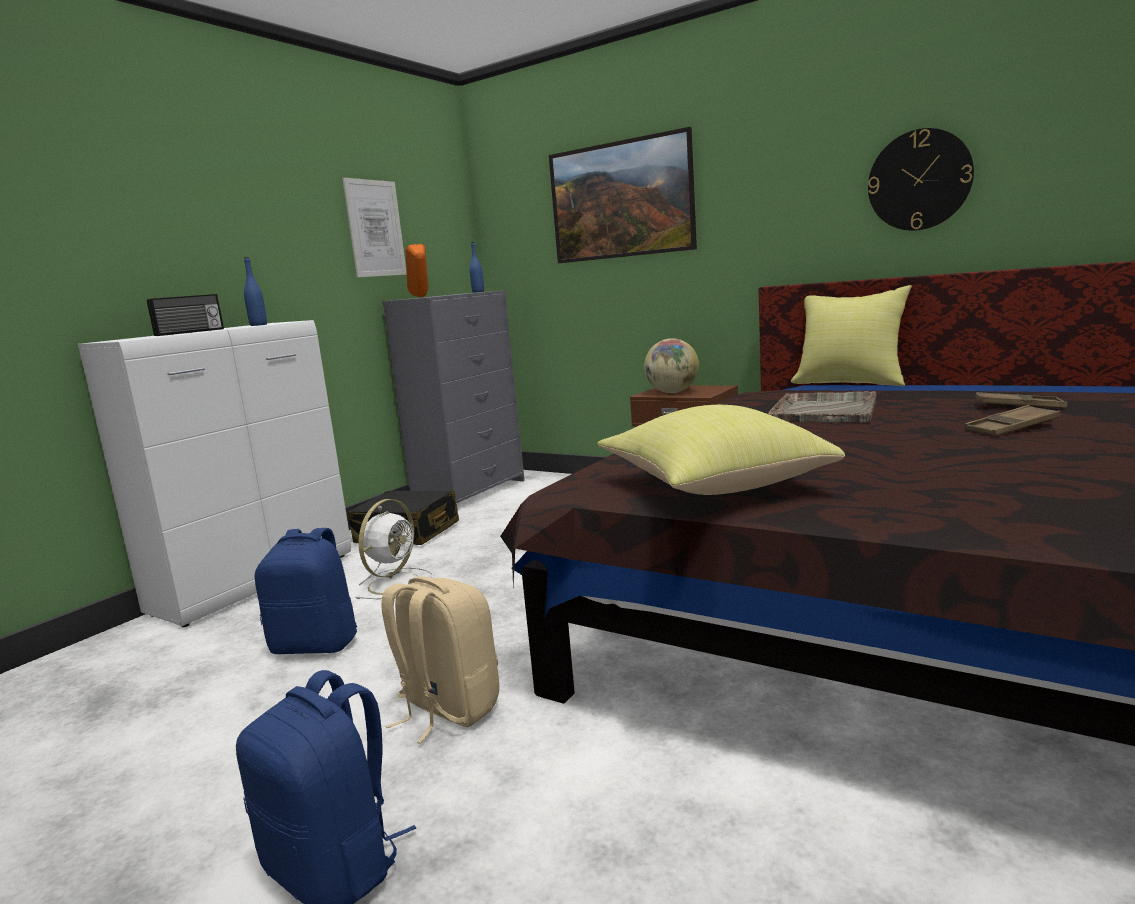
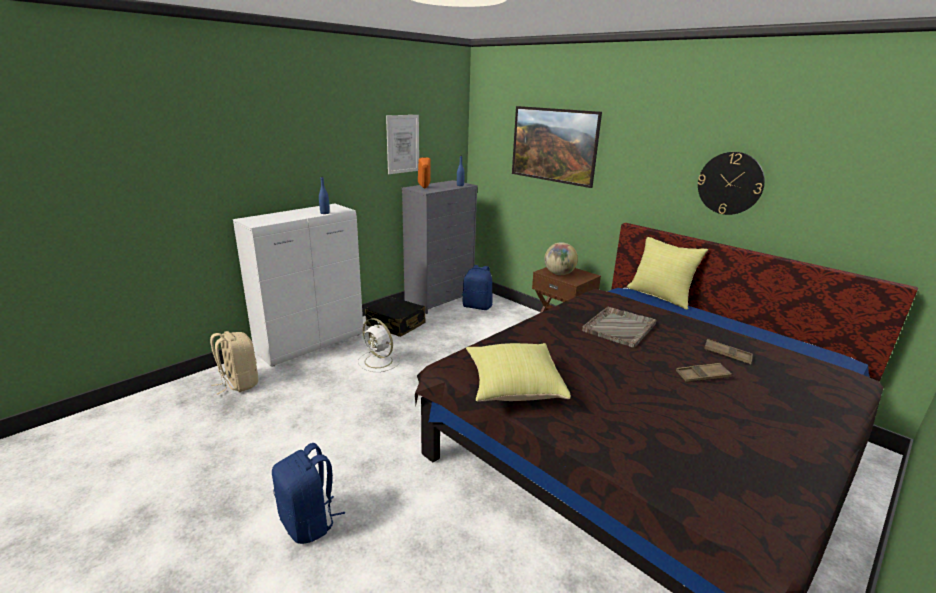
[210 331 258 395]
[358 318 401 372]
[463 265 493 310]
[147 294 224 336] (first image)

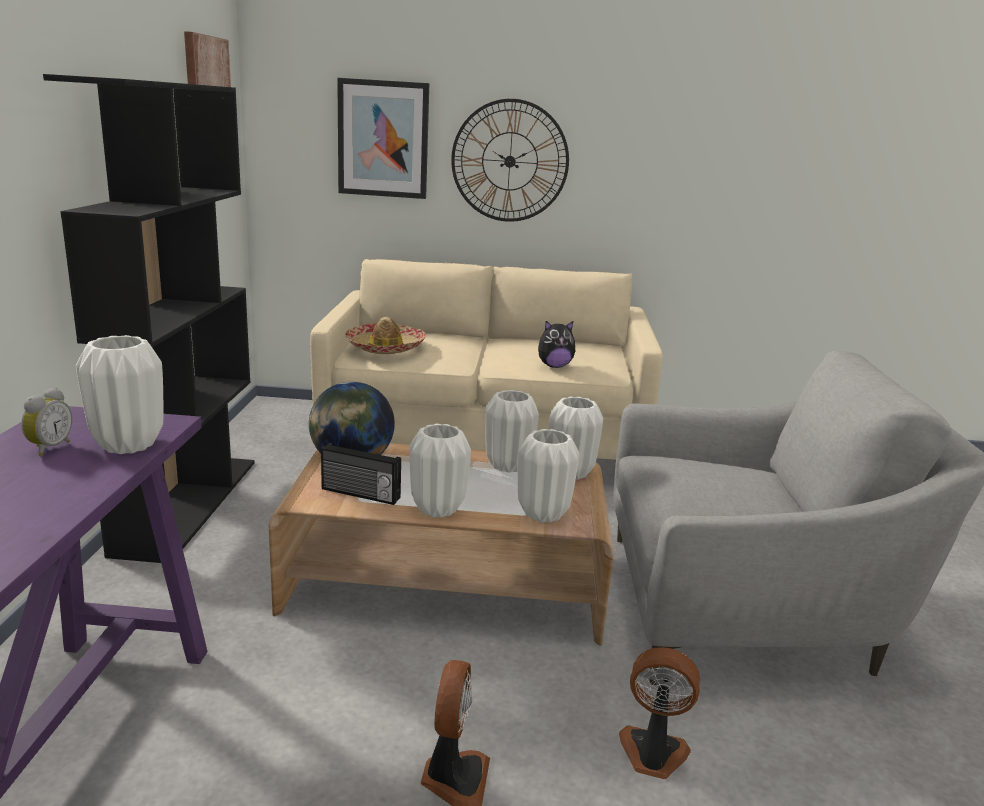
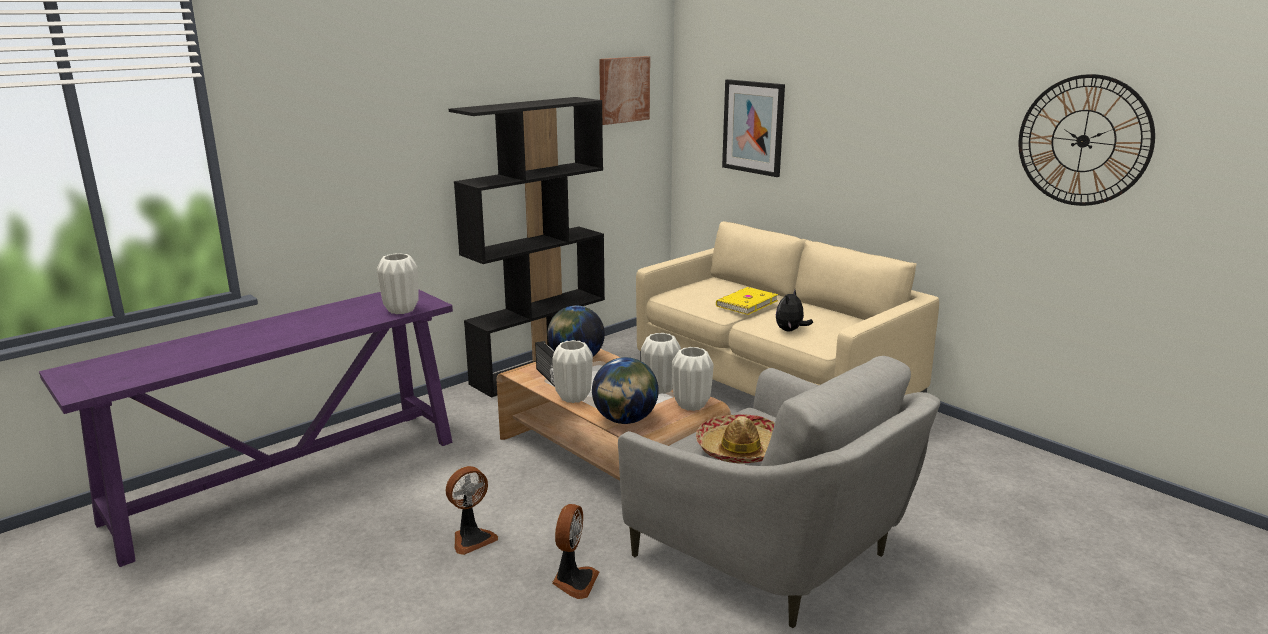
[552 504 599 599]
[592 357 659 424]
[696 414 775 463]
[716 287 778 315]
[776 290 813 331]
[1019 74 1155 206]
[21 388 72 456] (first image)

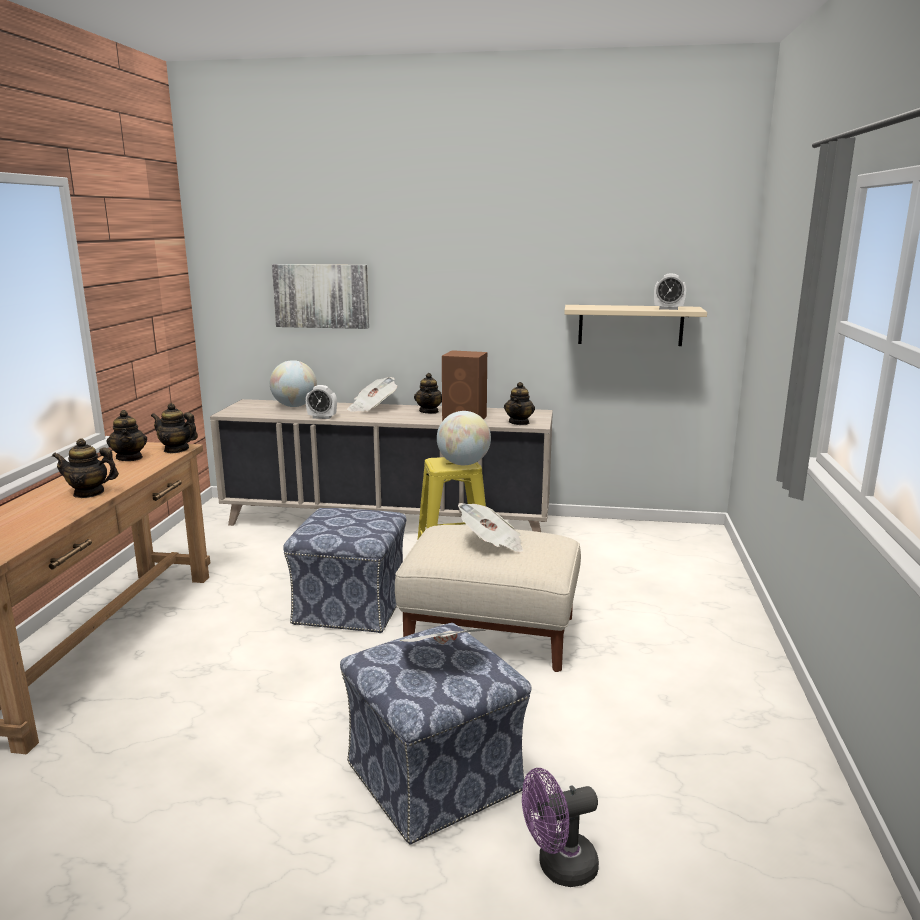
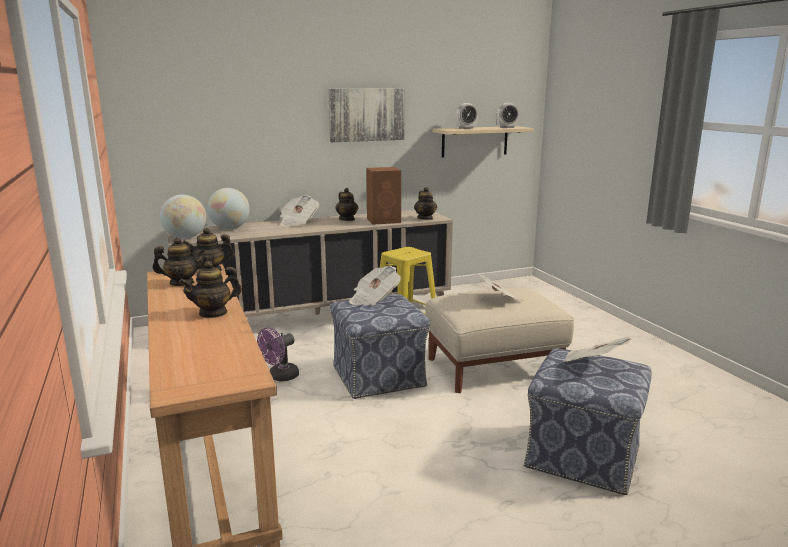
[152 237 205 286]
[160 195 206 239]
[257 327 299 381]
[328 88 405 142]
[349 266 401 306]
[455 103 478 129]

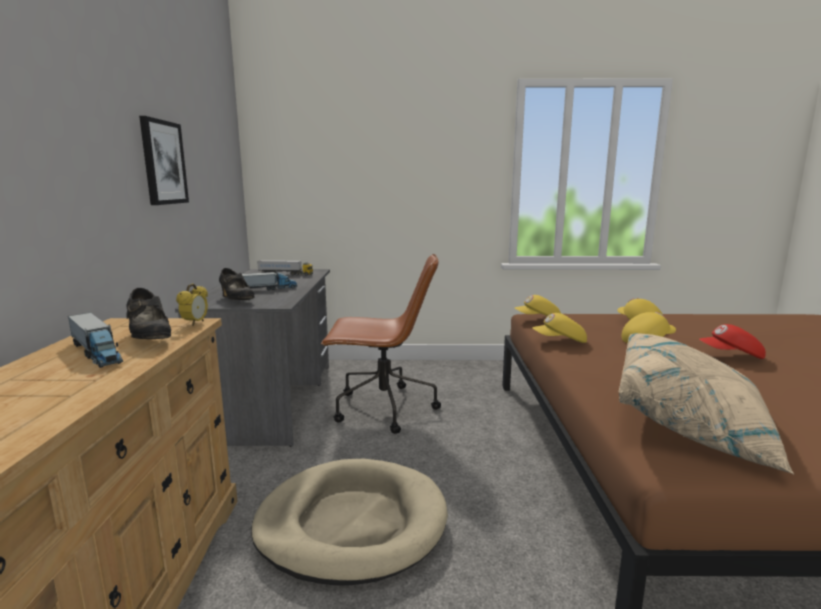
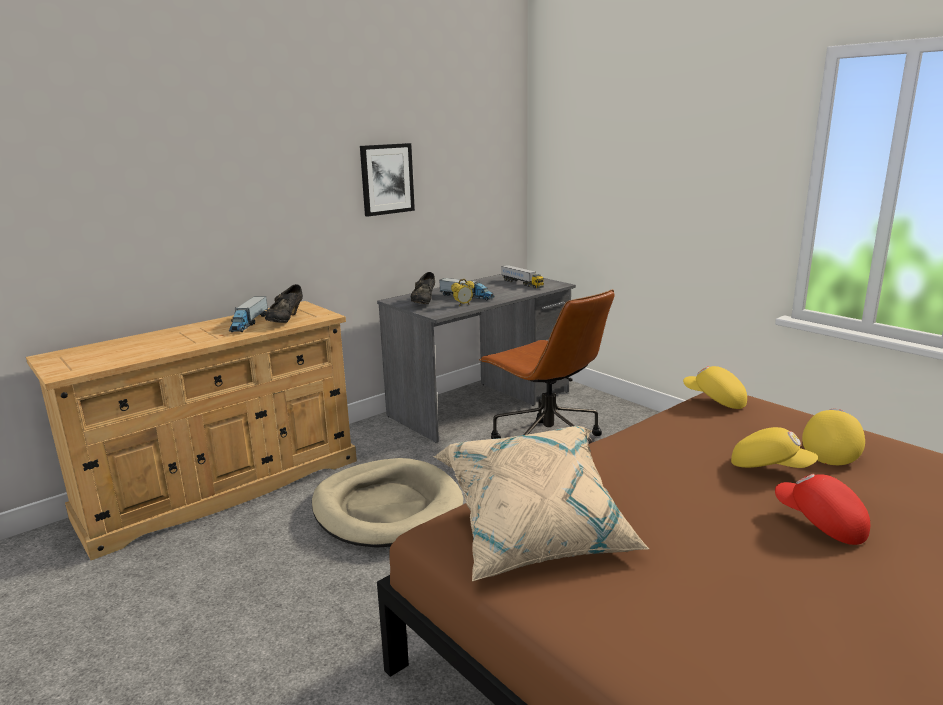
[451 279 474 306]
[532 313 587 343] (first image)

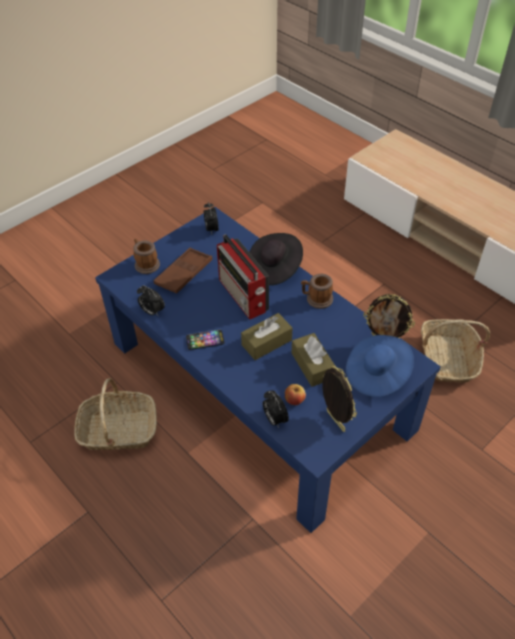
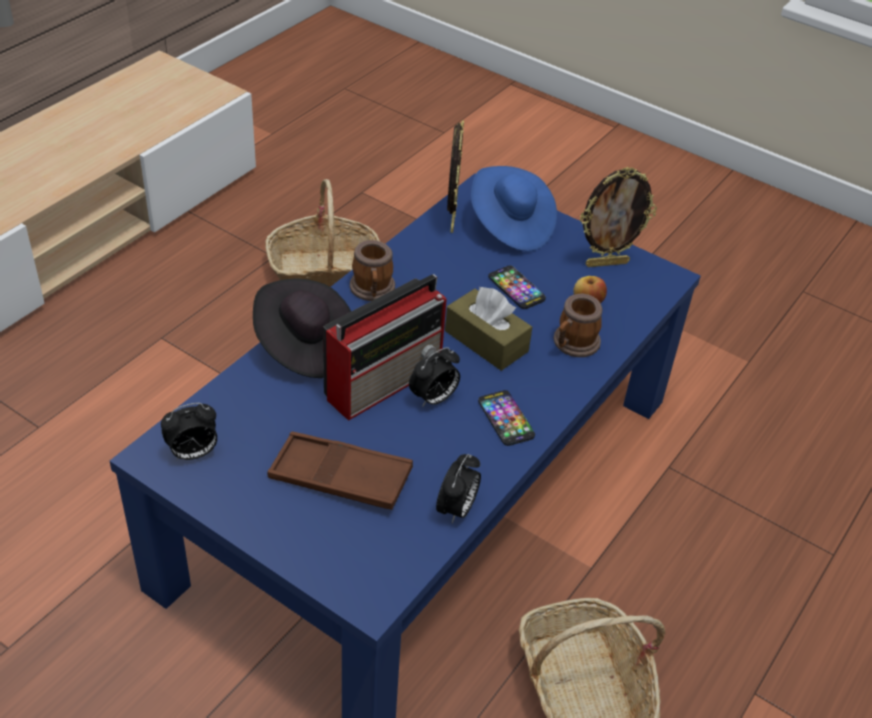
[409 347 460 408]
[488 265 546 309]
[554 294 602 357]
[580 167 657 267]

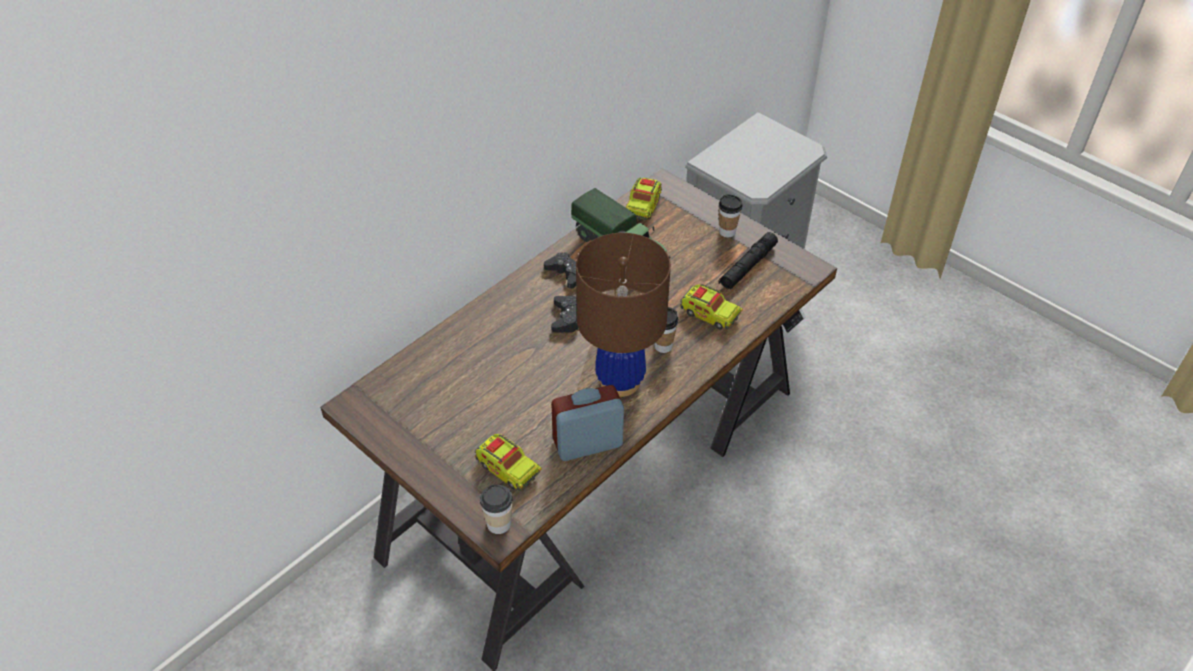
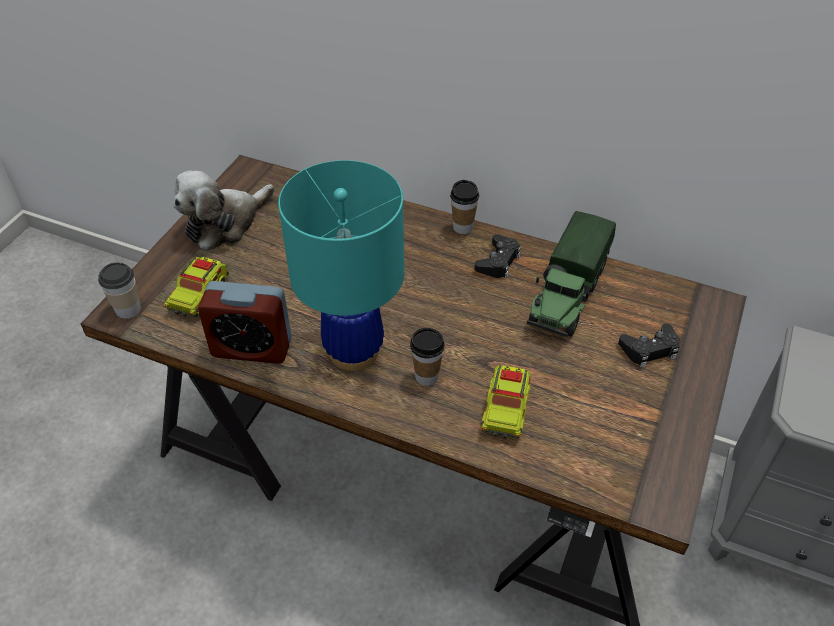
[173 171 274 251]
[198 281 292 364]
[278 160 404 371]
[450 180 479 234]
[618 323 680 368]
[626 178 662 220] (first image)
[719 232 778 290] (first image)

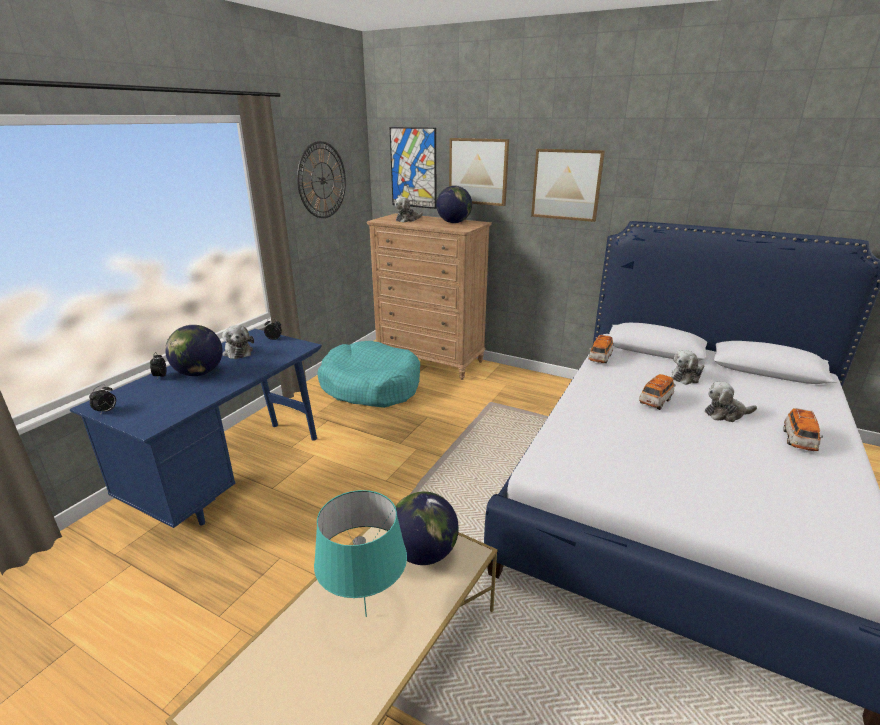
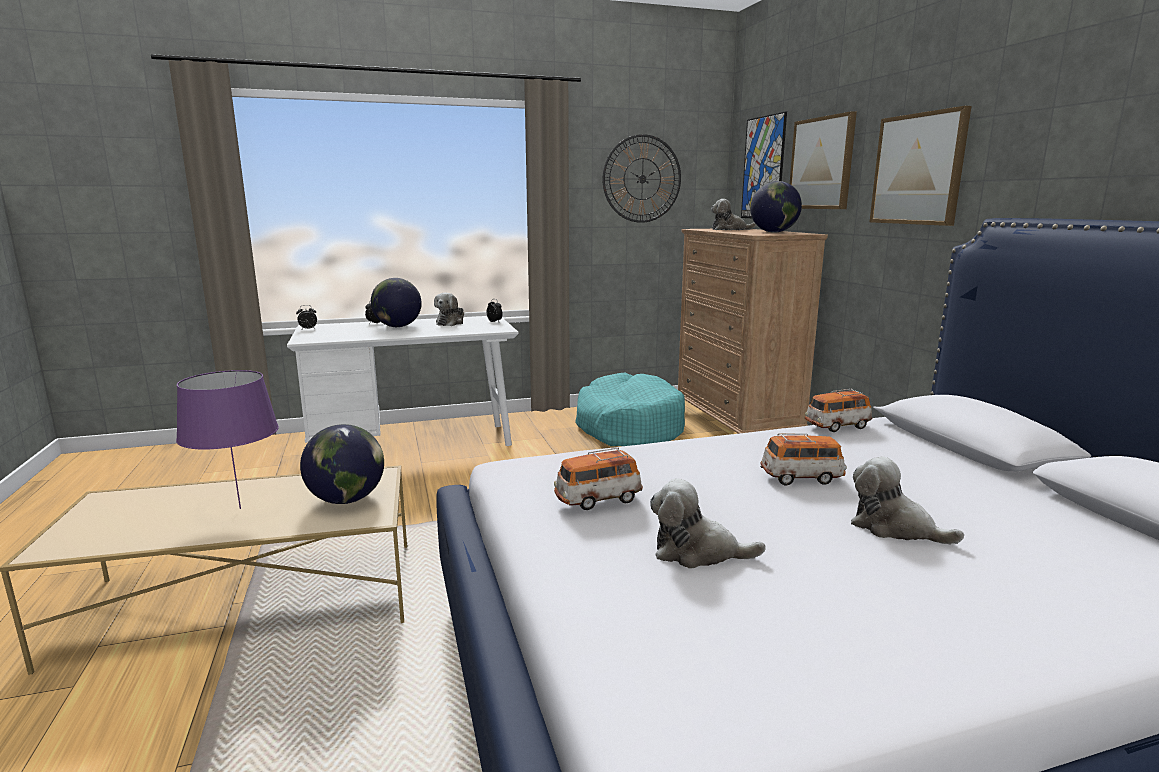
[176 370 279 509]
[287 316 519 446]
[554 448 643 510]
[650 479 766 568]

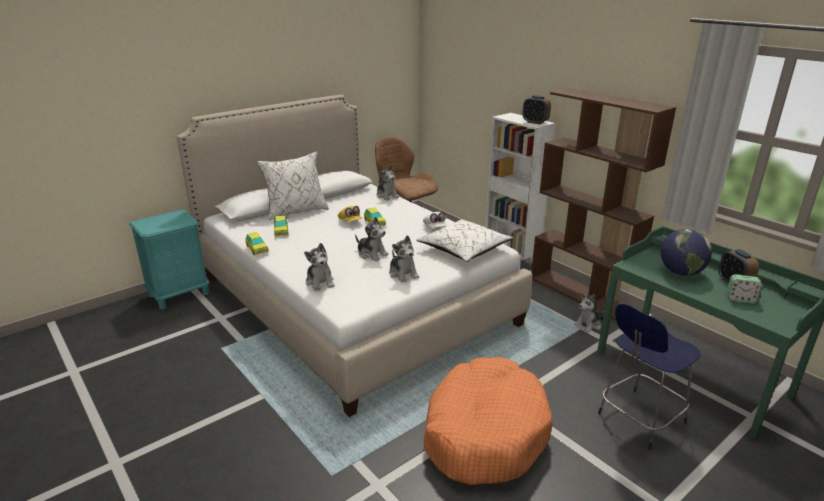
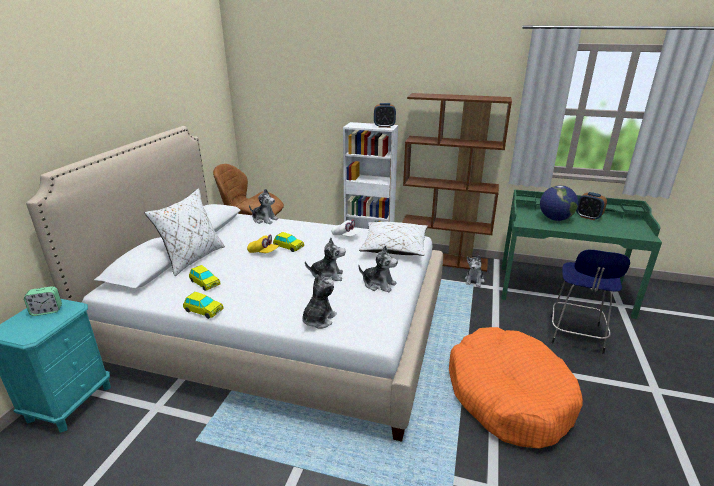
[24 286 62 316]
[302 275 337 329]

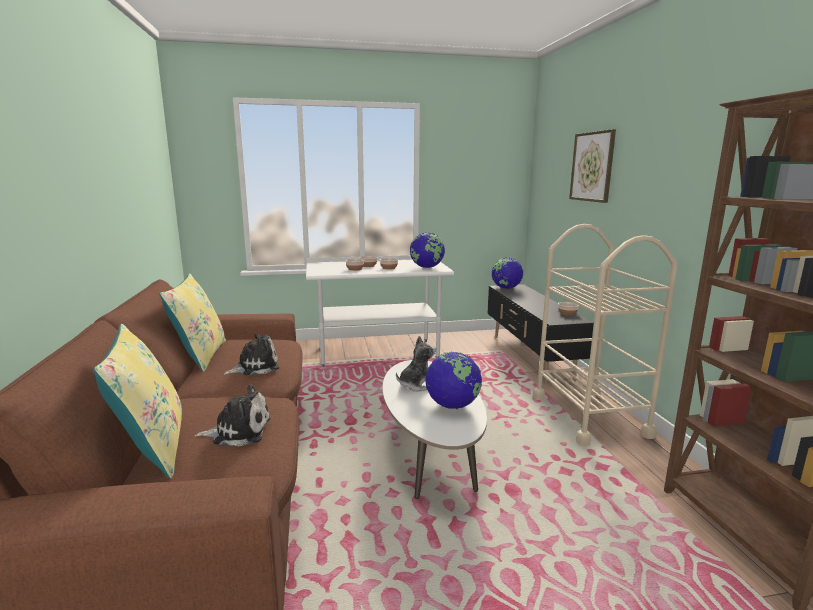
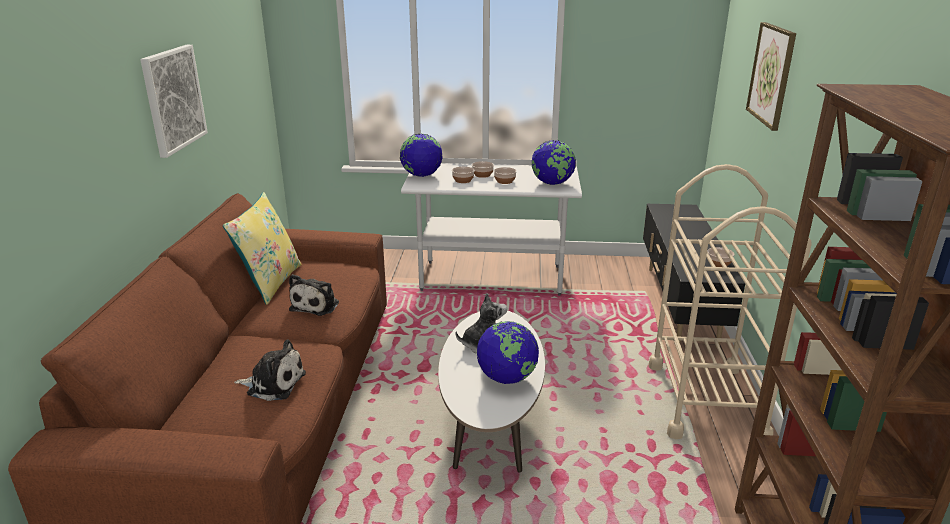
[140 45 208 158]
[289 274 339 316]
[400 134 443 177]
[93 324 182 479] (first image)

